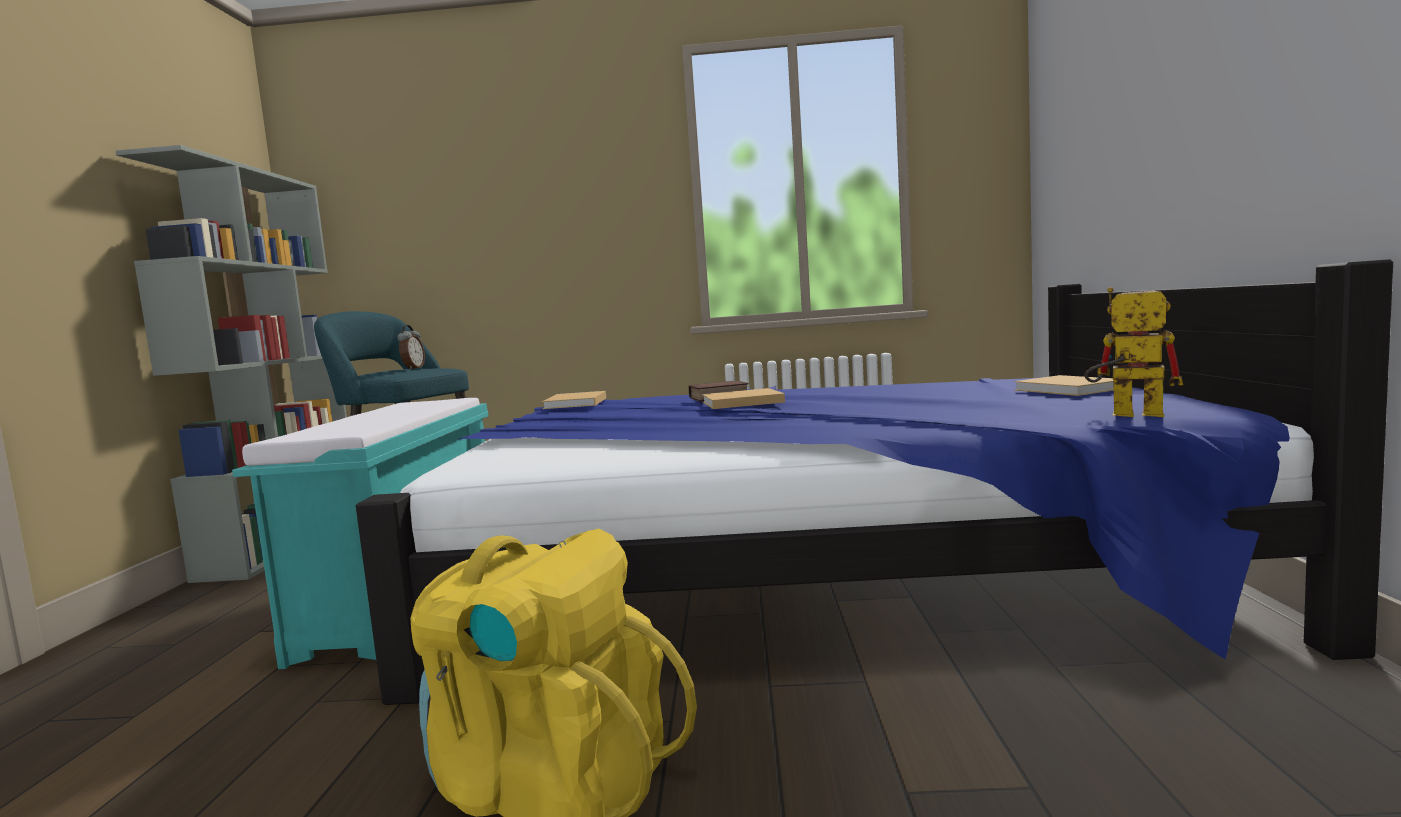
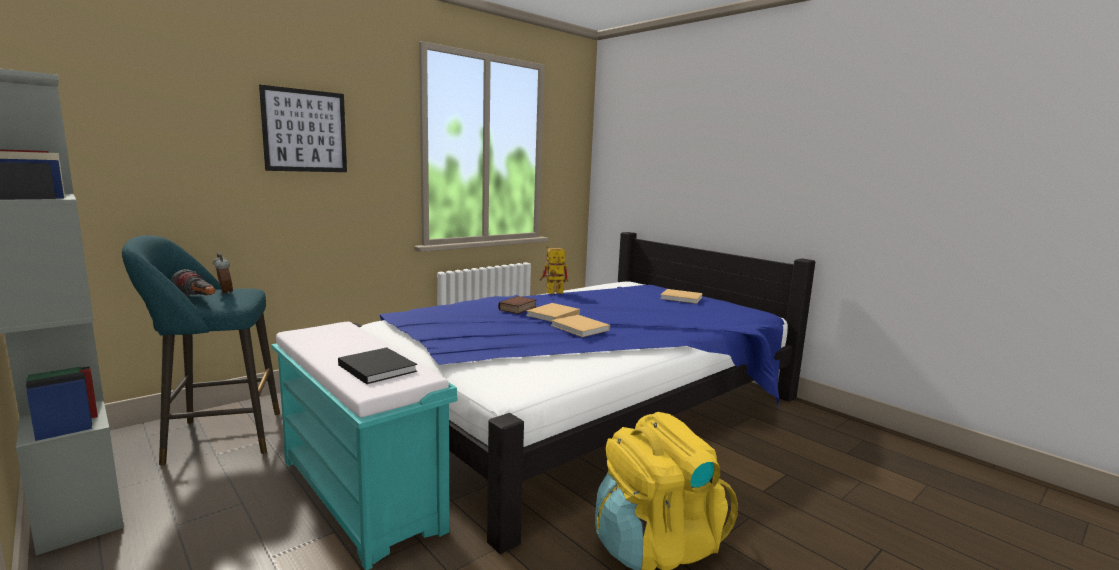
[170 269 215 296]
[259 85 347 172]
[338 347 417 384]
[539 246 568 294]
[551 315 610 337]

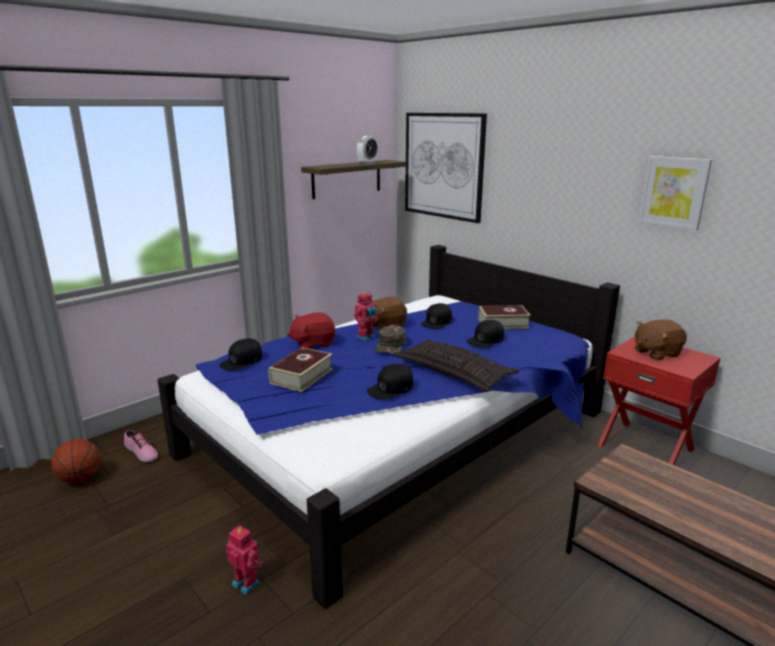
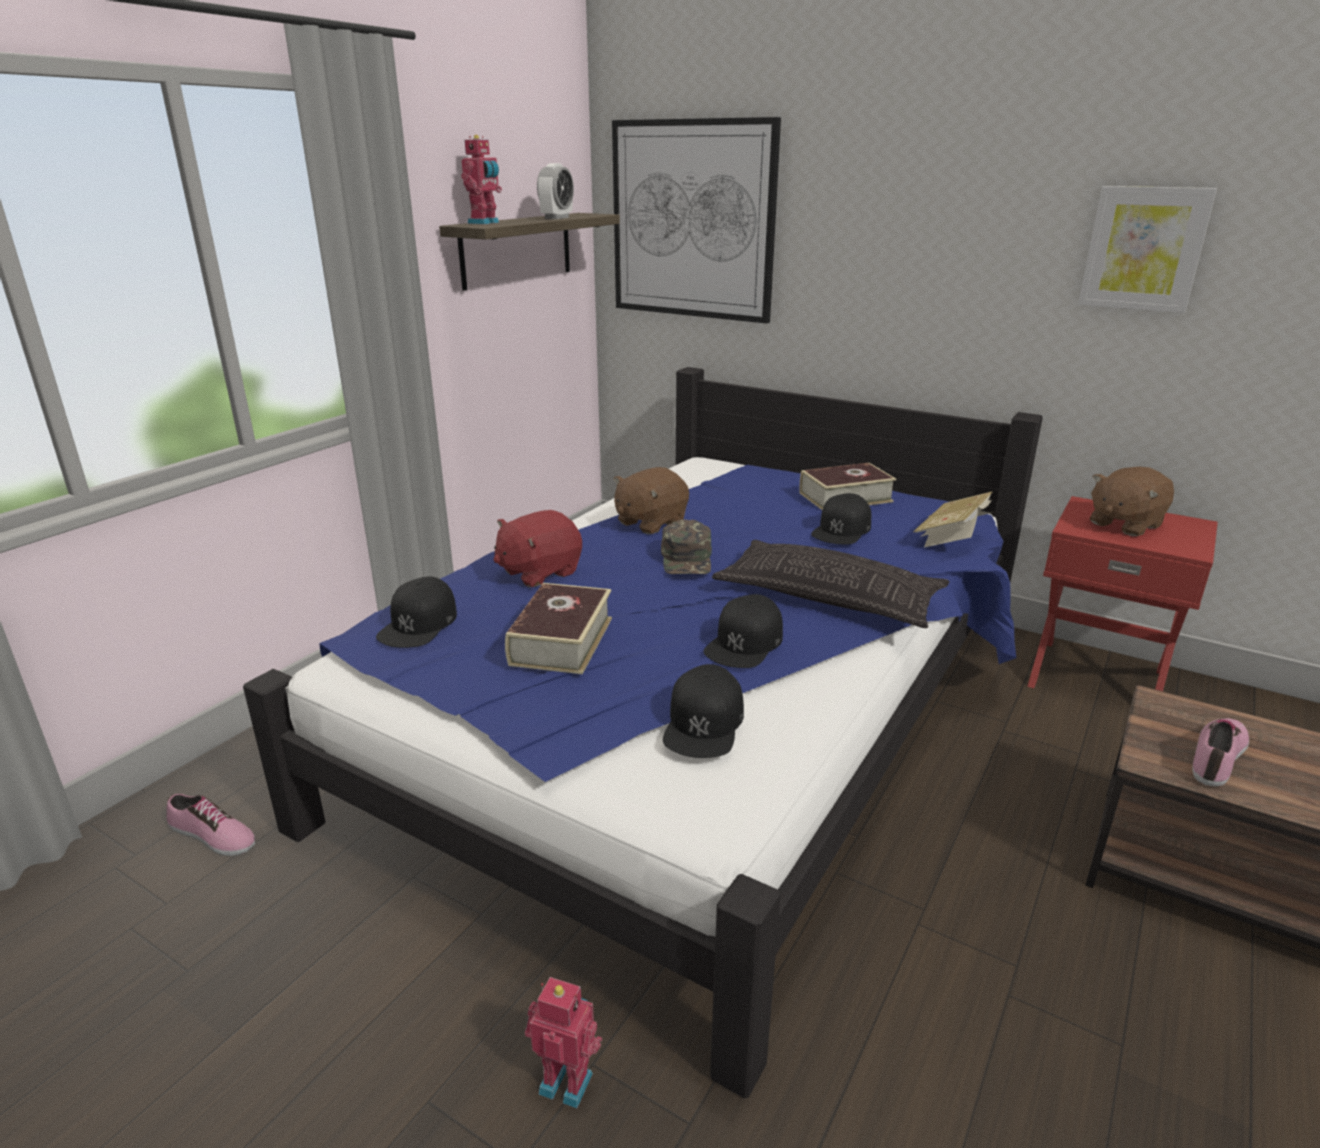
[461 135 502 224]
[663 664 744 758]
[913 492 994 547]
[1192 718 1249 787]
[51 439 100 483] (first image)

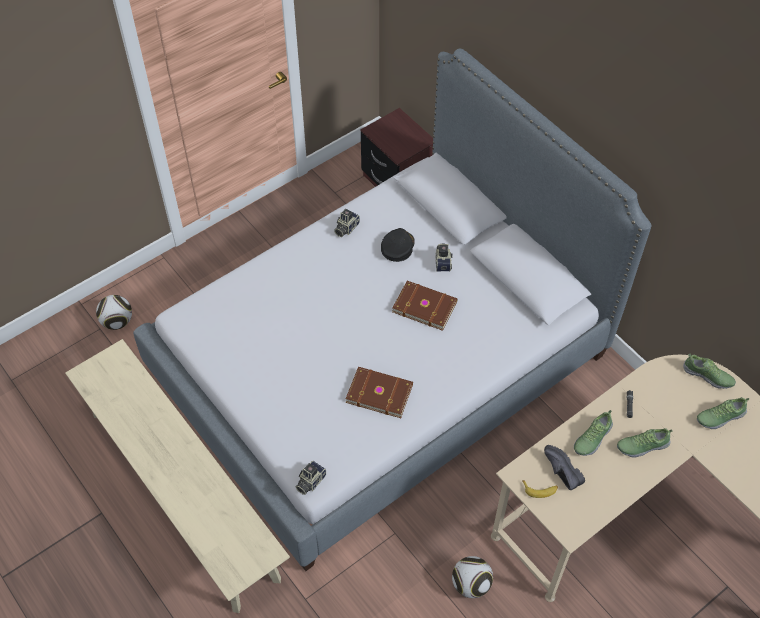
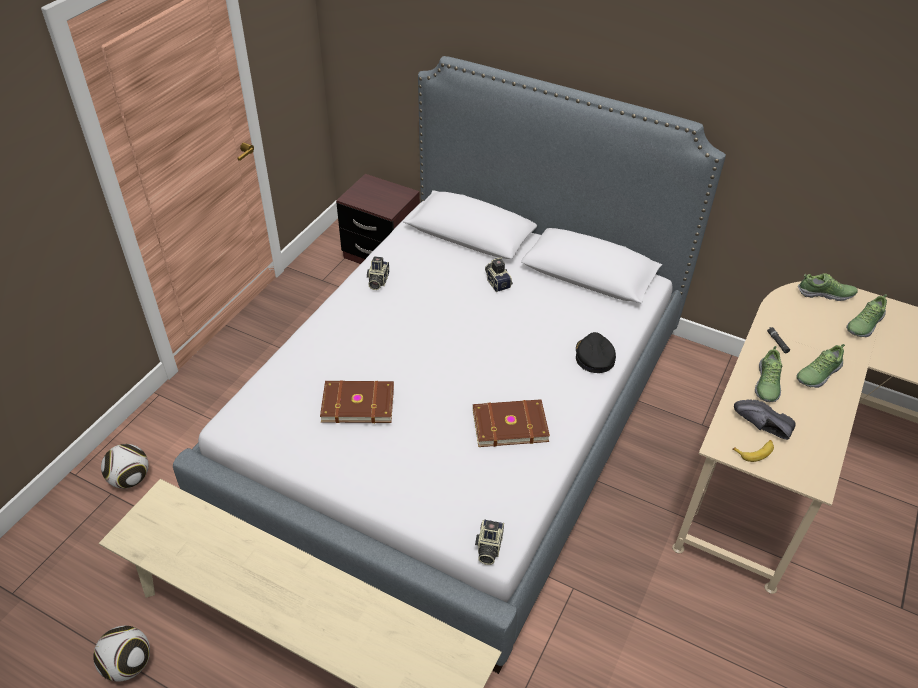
[93 626 150 682]
[320 380 394 423]
[576 332 616 373]

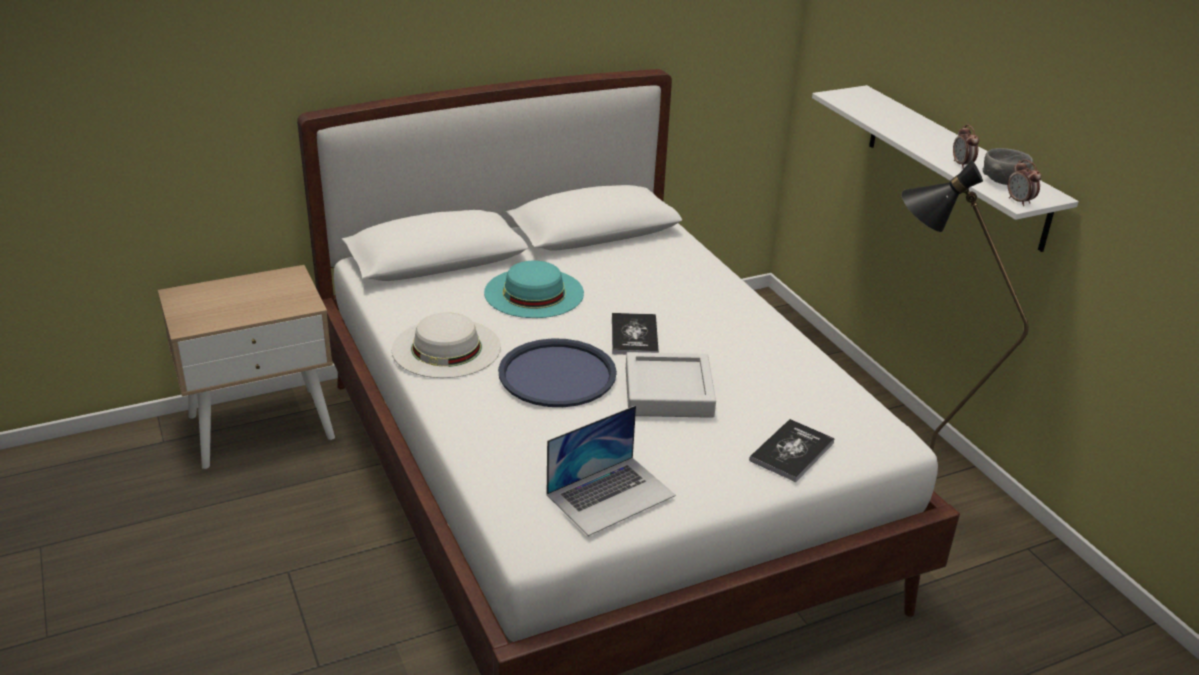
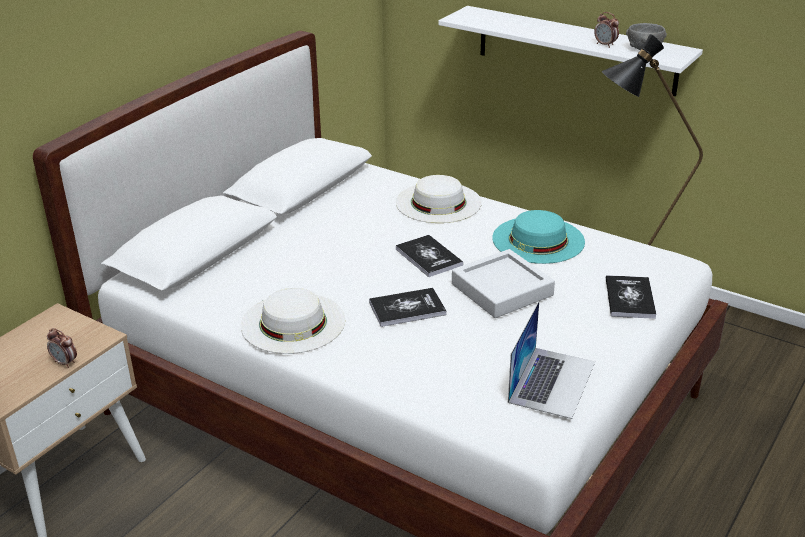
[47 328 77 368]
[369 288 446 327]
[396 175 482 223]
[492 210 585 264]

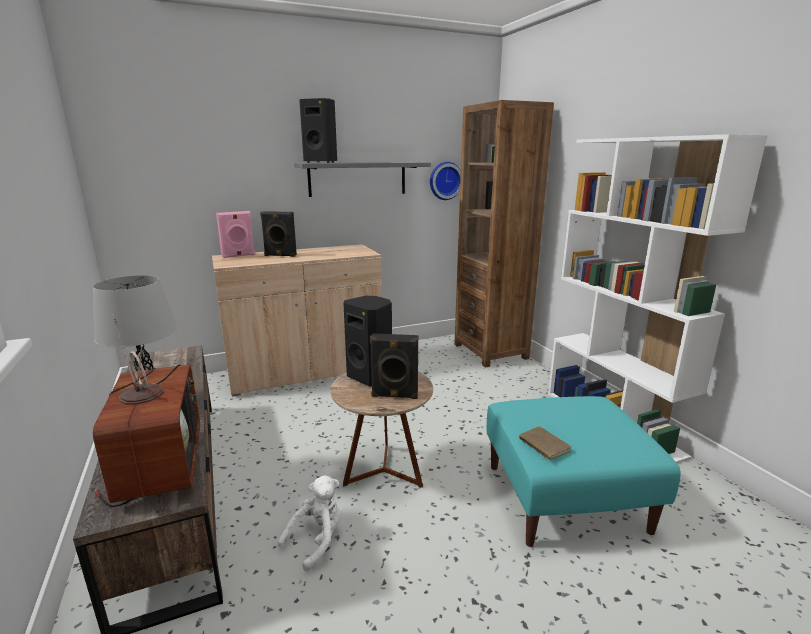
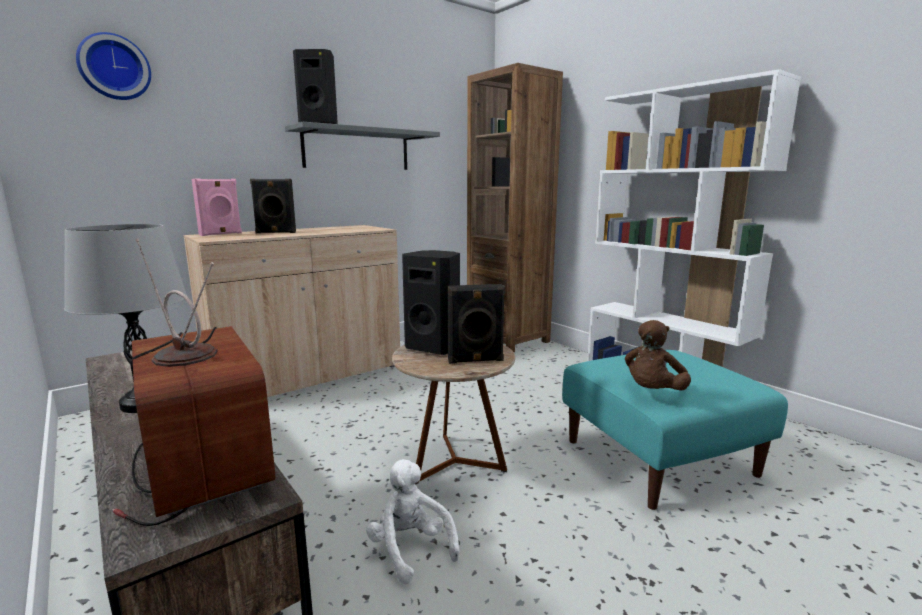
[76 32 151 100]
[366 459 460 585]
[625 320 691 390]

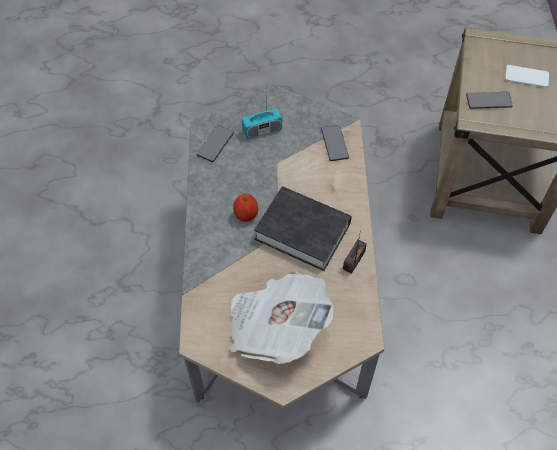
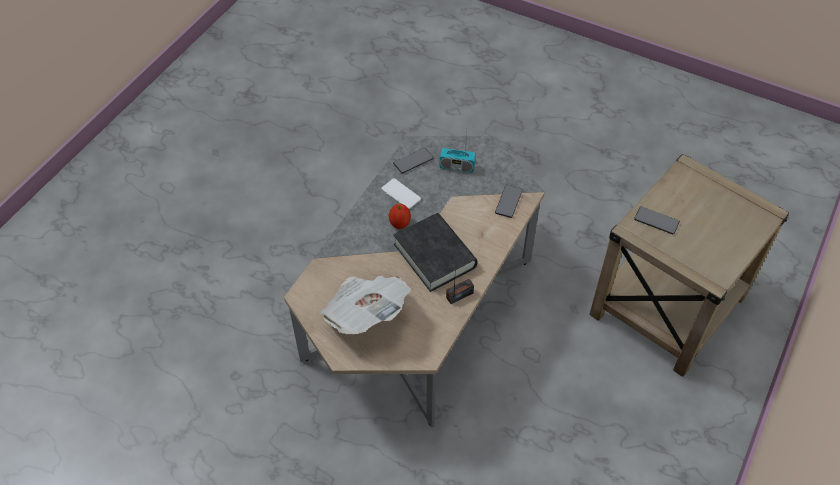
[381 179 421 209]

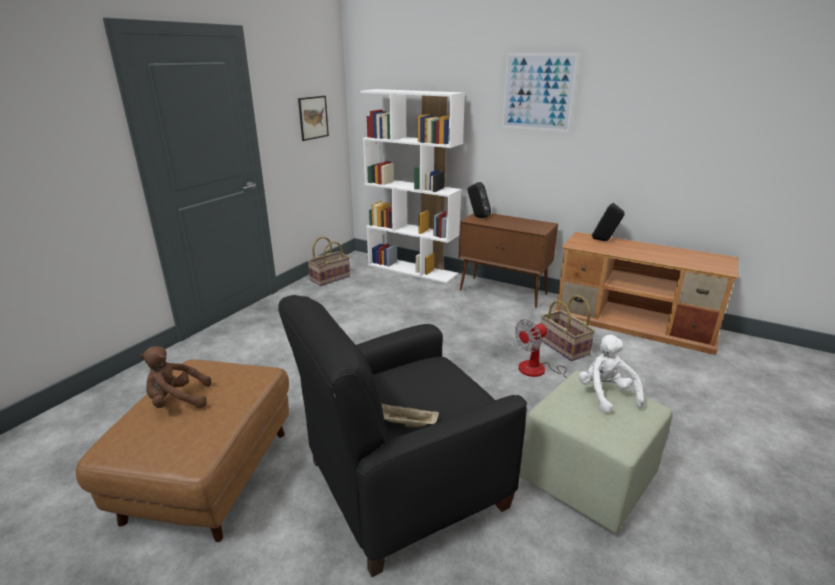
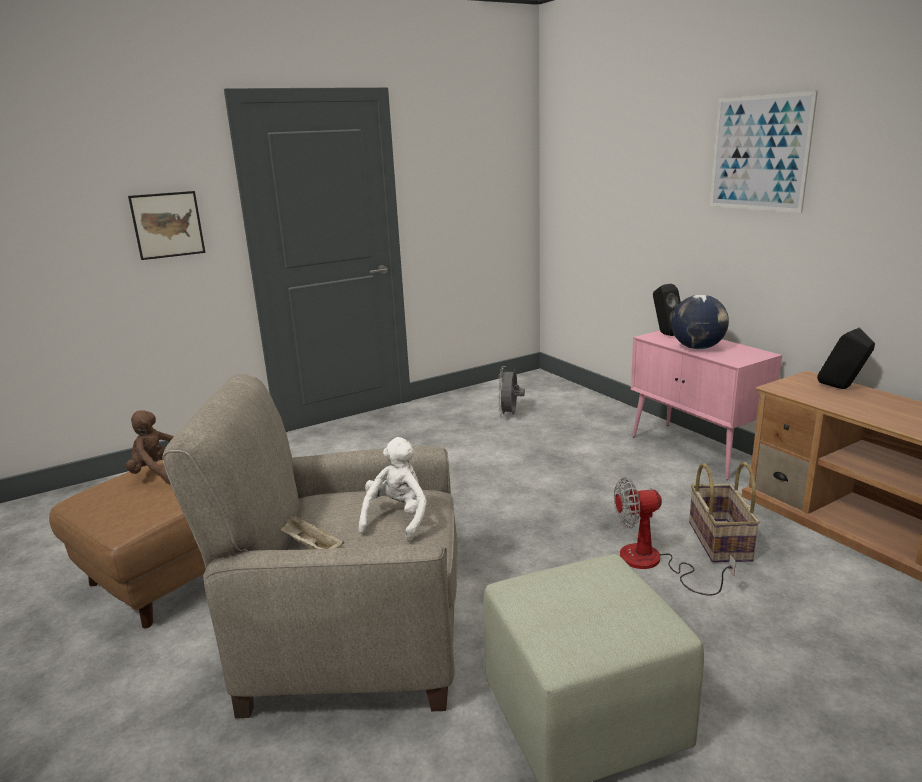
[128 191 205 260]
[162 374 457 718]
[358 437 427 541]
[497 366 525 417]
[631 331 782 480]
[671 295 729 349]
[308 236 350 286] (first image)
[360 89 465 284] (first image)

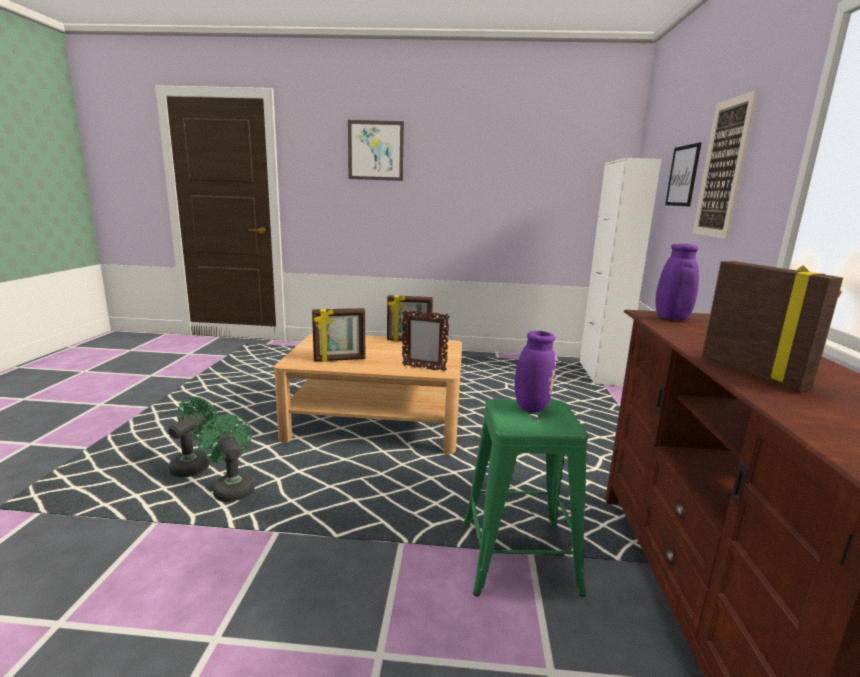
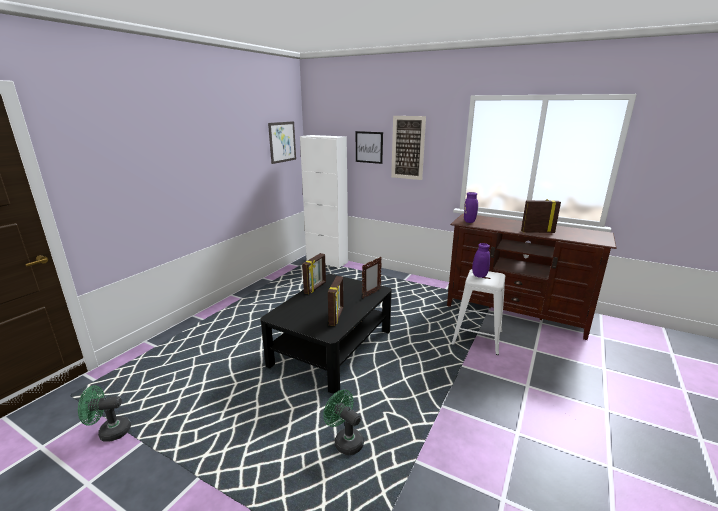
[78 385 131 442]
[260 274 392 394]
[268 121 296 164]
[451 269 505 355]

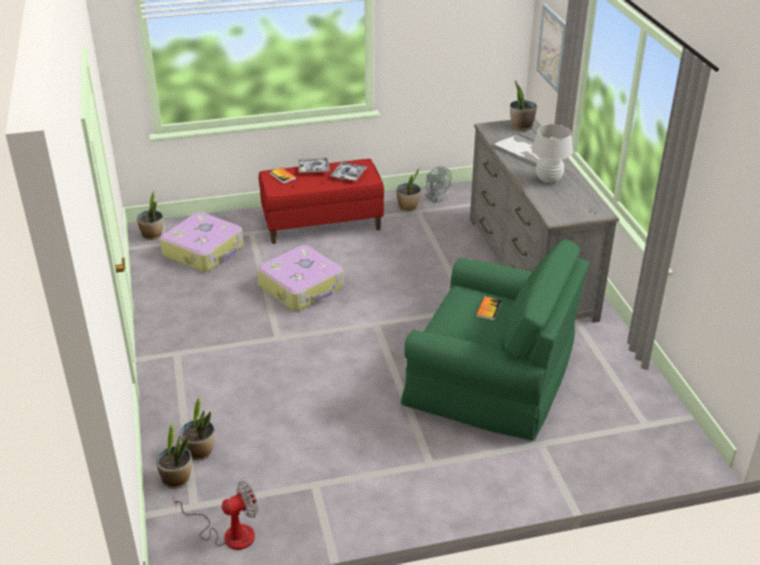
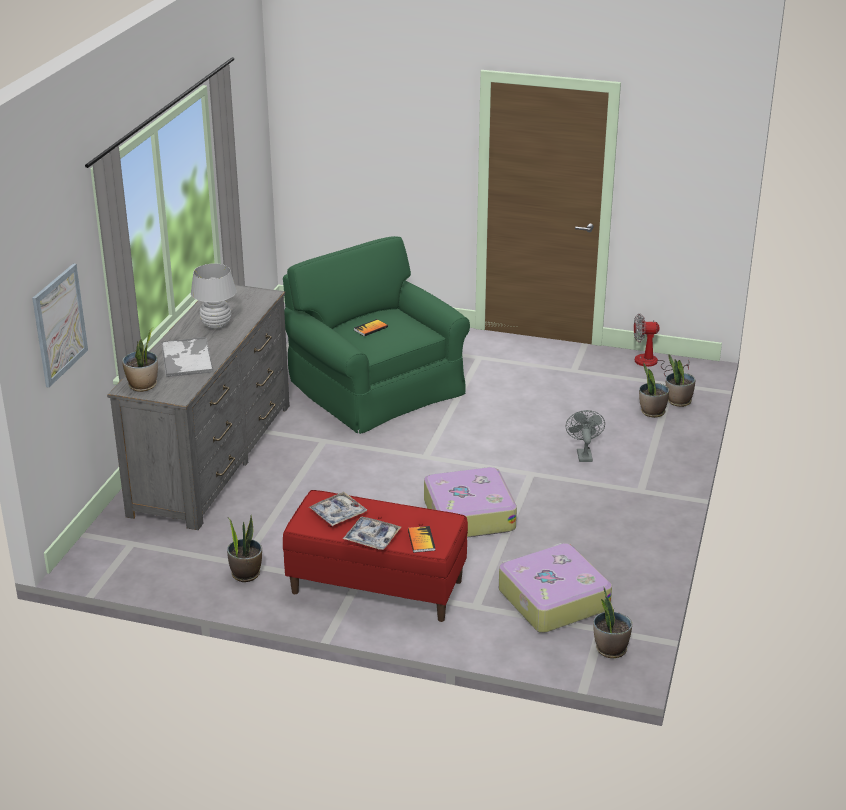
[566 410 605 462]

